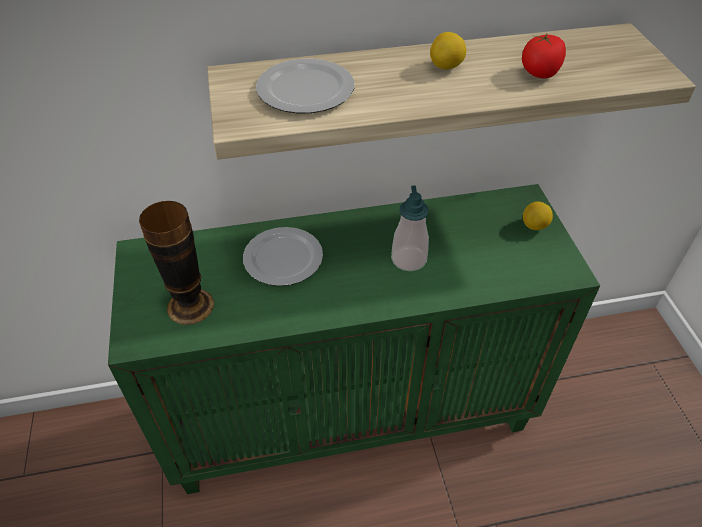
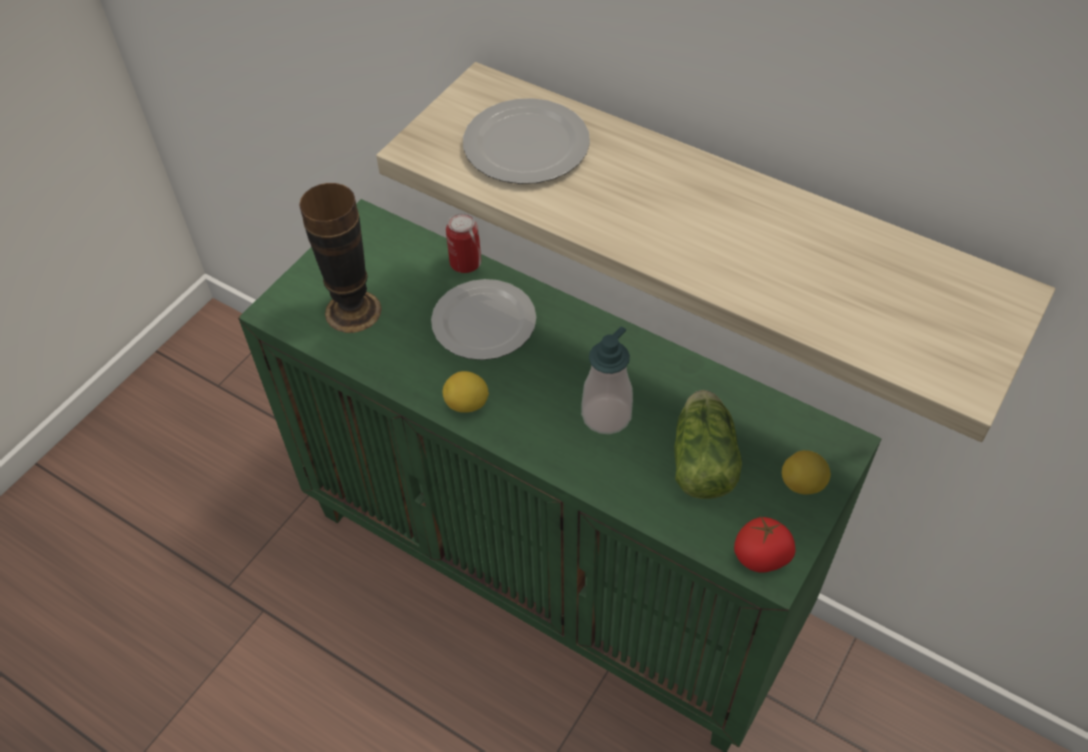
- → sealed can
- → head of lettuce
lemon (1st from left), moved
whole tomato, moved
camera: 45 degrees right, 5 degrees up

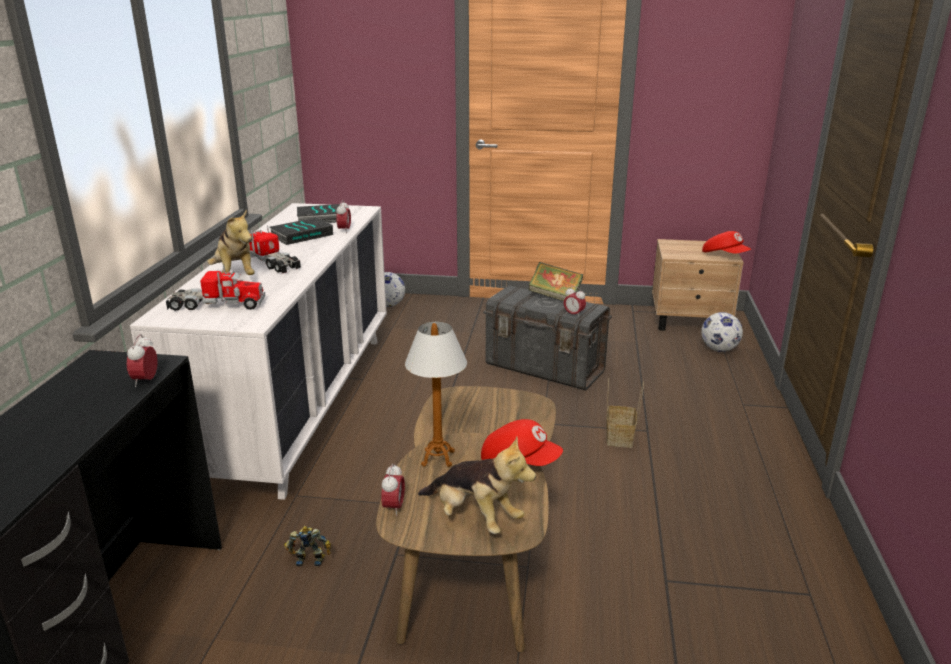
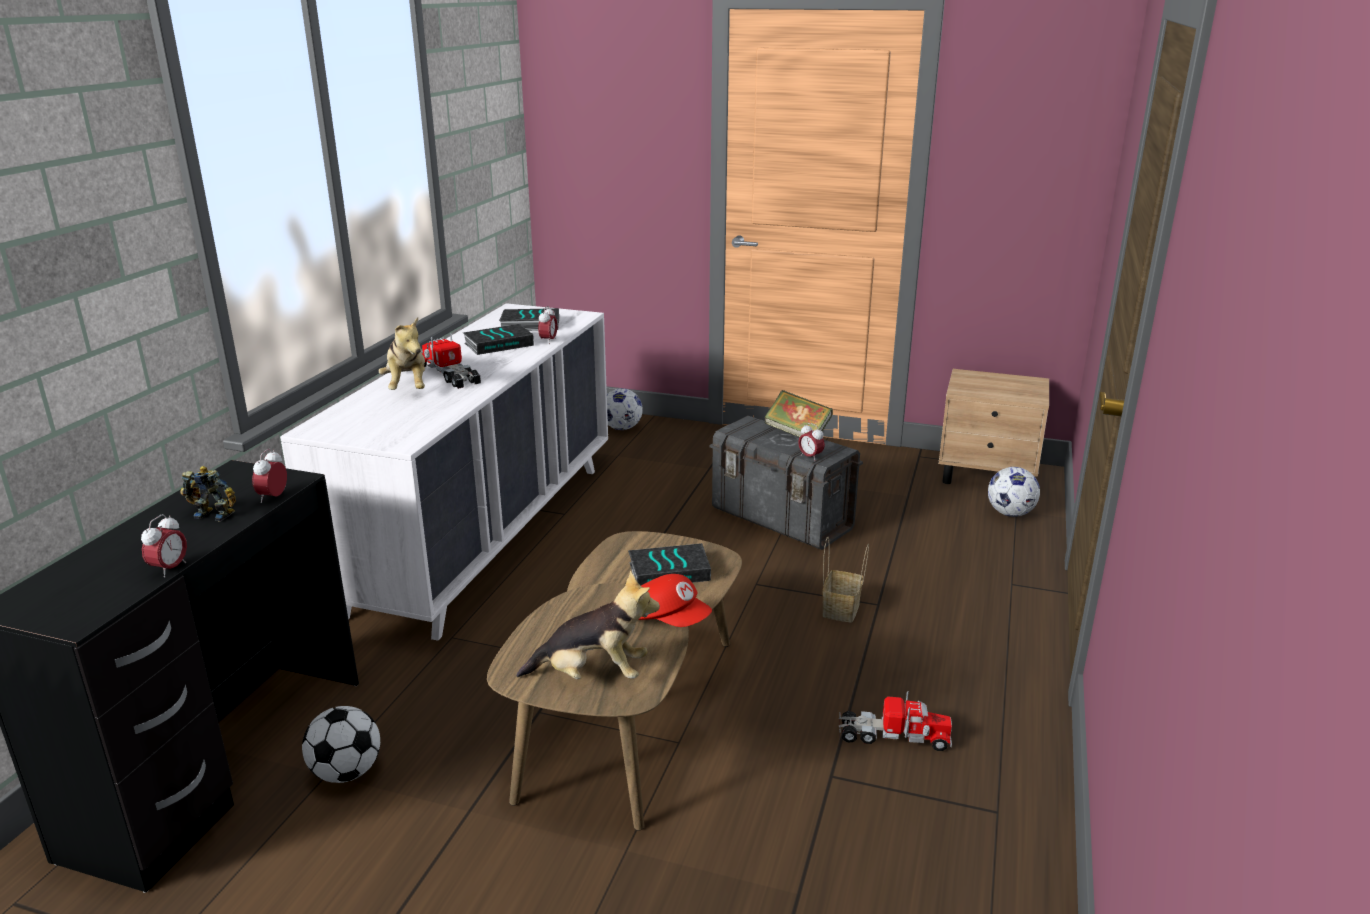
tabletop lamp → -
red-coloured cap (2nd from left) → -
- → football (1st from left)
- → book (3rd from left)
toy truck (1st from left in the first image) → toy truck (2nd from left), moved
toy robot, moved
bedside clock (3rd from left in the first image) → bedside clock (1st from left), moved
plush toy (2nd from left), 45 degrees counterclockwise
camera: 10 degrees right, 0 degrees up

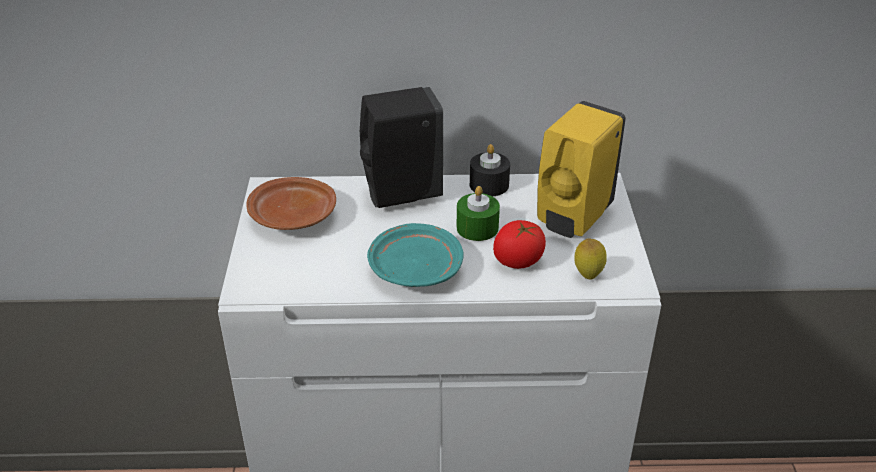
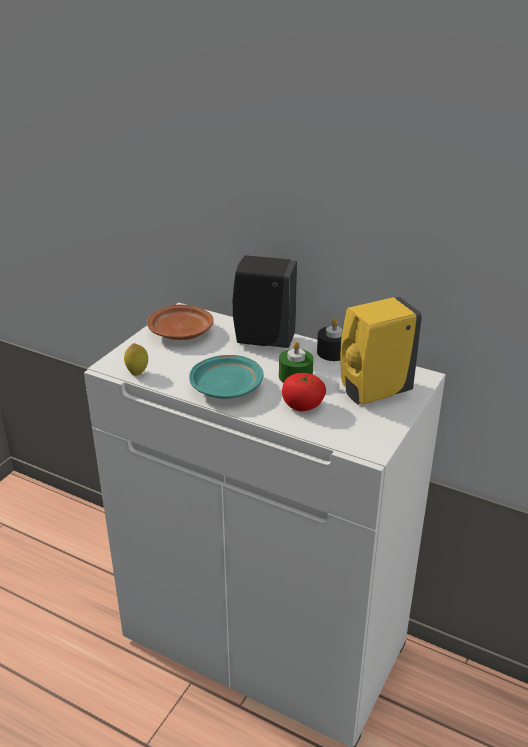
lemon, moved
camera: 30 degrees right, 5 degrees down

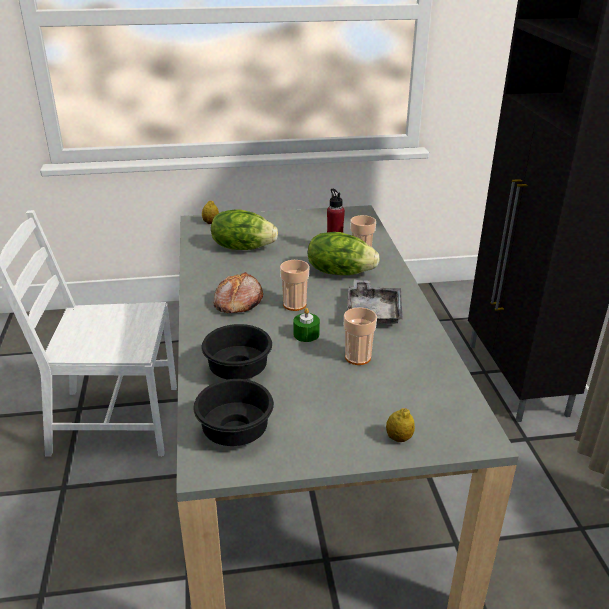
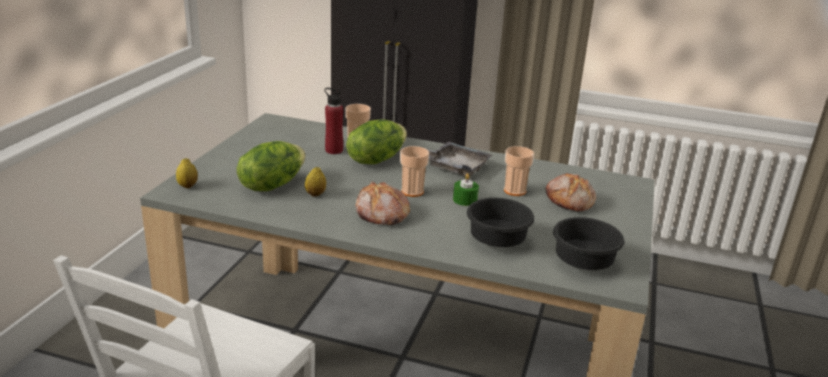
- → bakery bread (2nd from left)
lemon (2nd from left), moved
camera: 65 degrees left, 5 degrees down

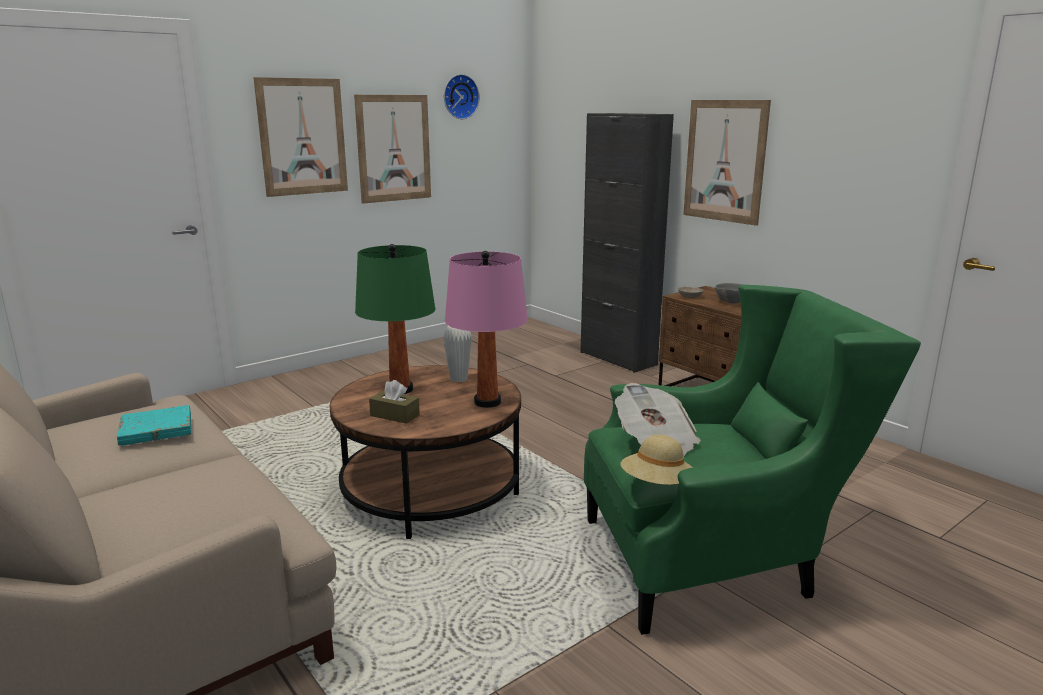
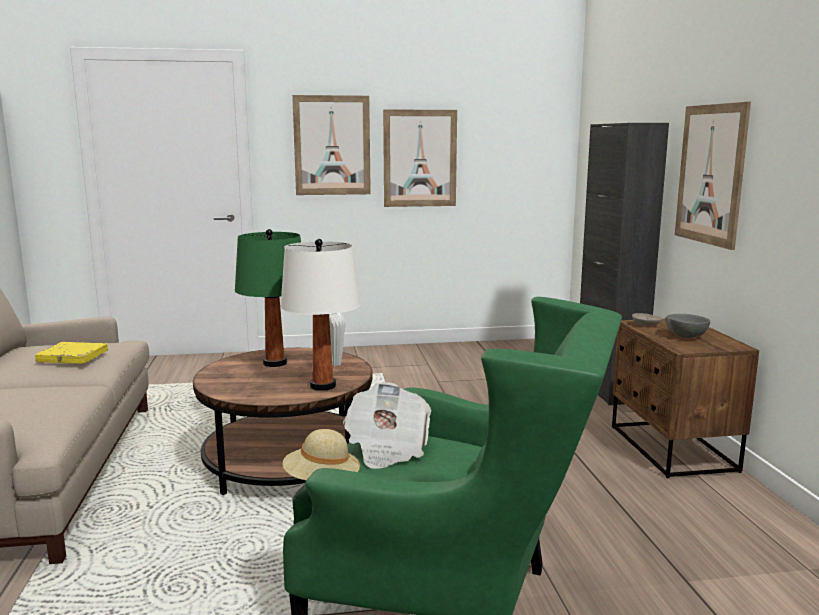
brown-coloured tissue box → -
hanging clock → -
turquoise-coloured book → yellow book
pinkish tabletop lamp → white tabletop lamp
camera: 30 degrees right, 5 degrees down

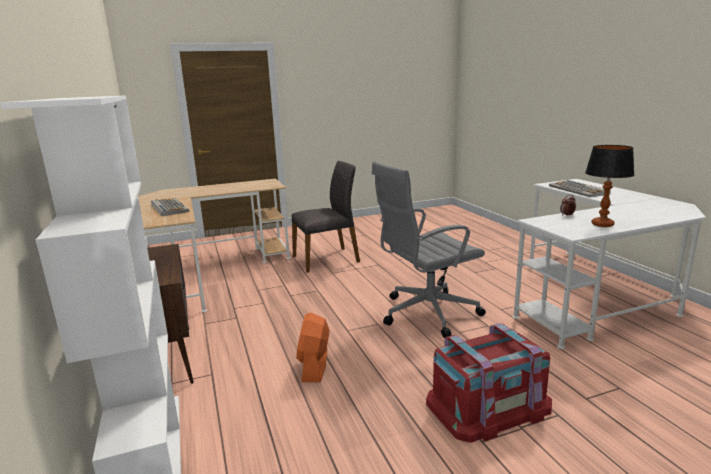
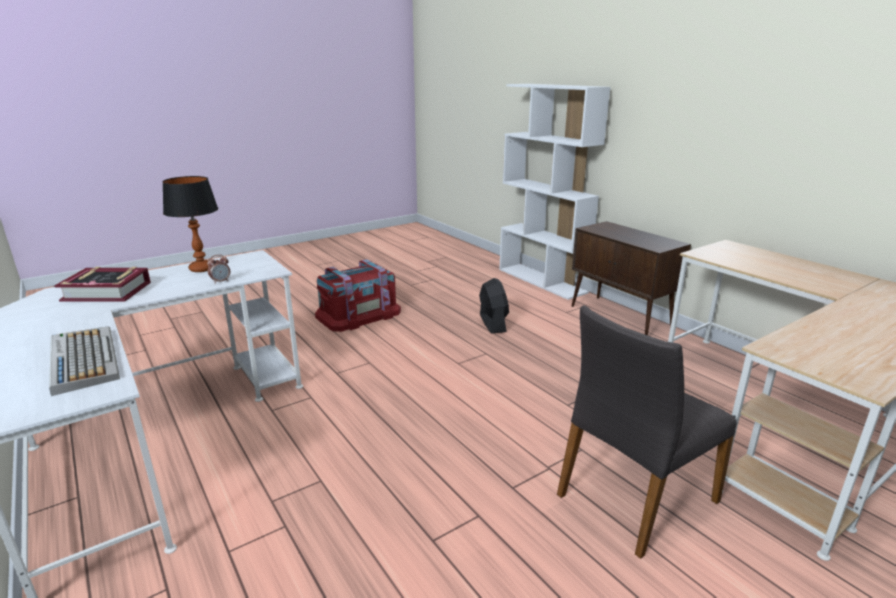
computer keyboard (1st from left) → -
gray computer chair → -
- → book
orange fan → black fan
camera: 165 degrees right, 5 degrees up

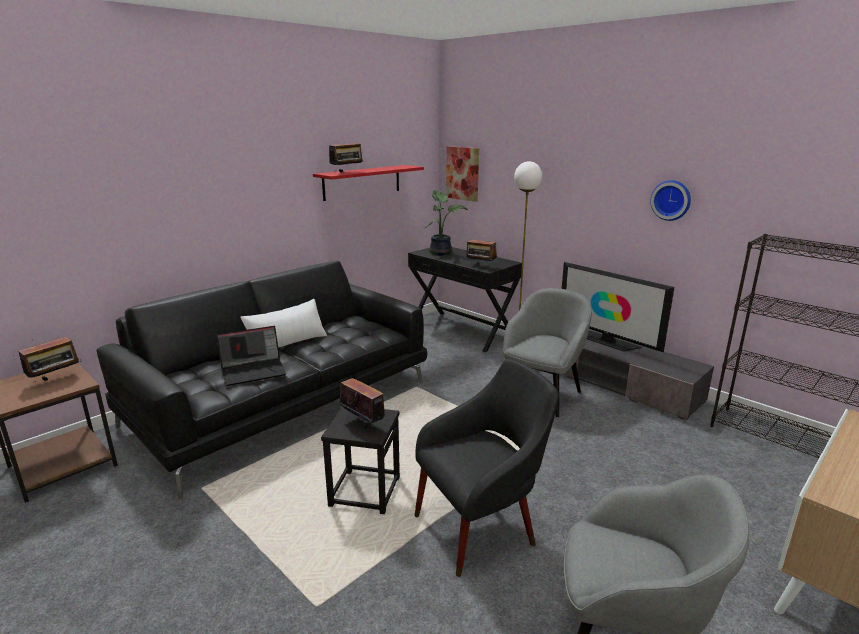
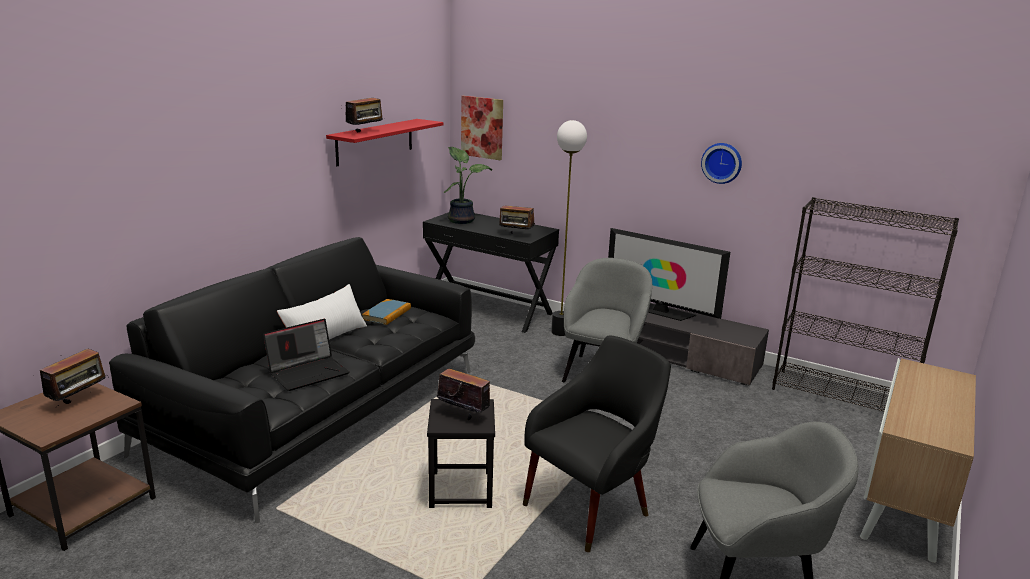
- → book
camera: 15 degrees left, 0 degrees up

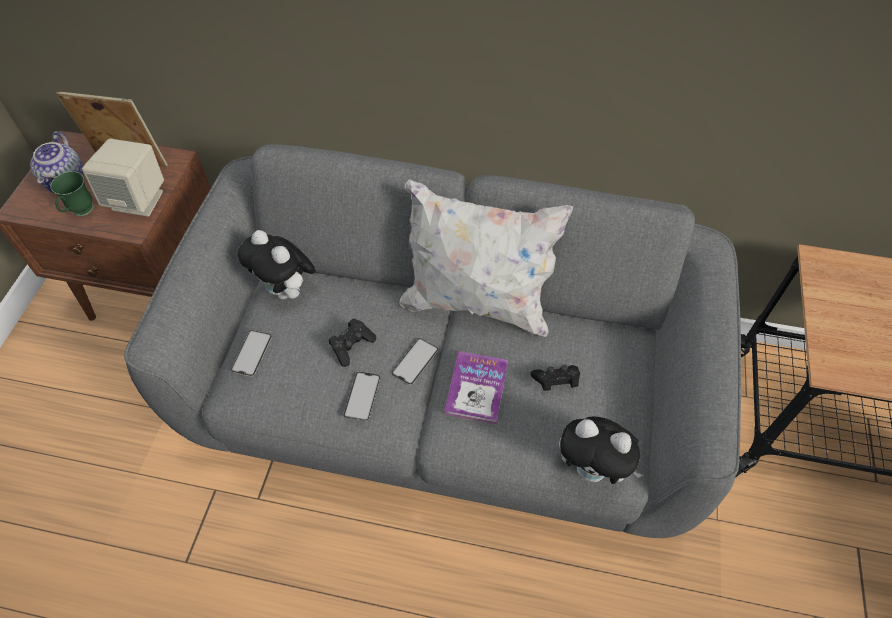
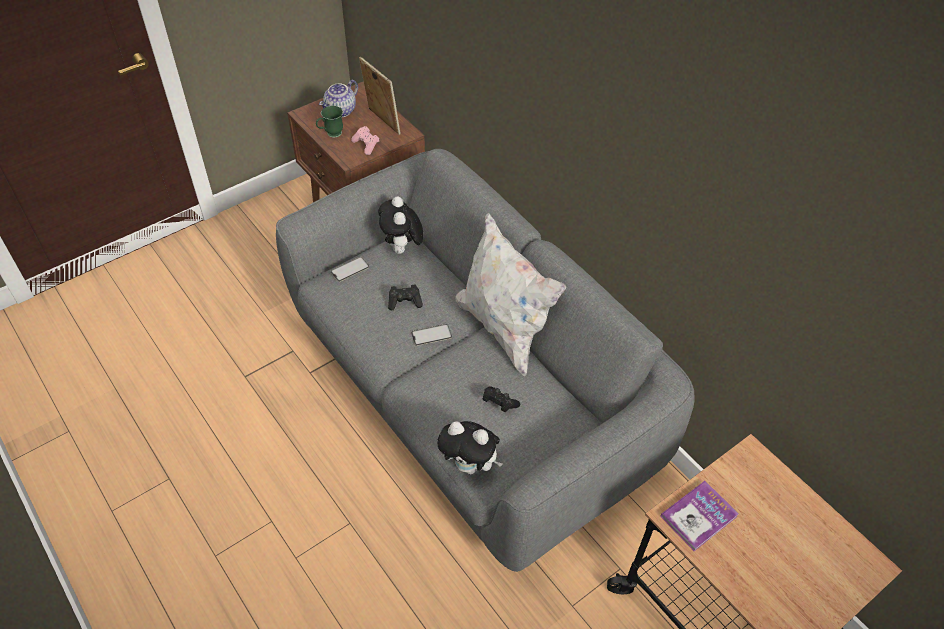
phone (2nd from left) → -
book, moved
beige loudspeaker → pinkish joypad
plush toy (2nd from left), 45 degrees counterclockwise
camera: 40 degrees right, 5 degrees down

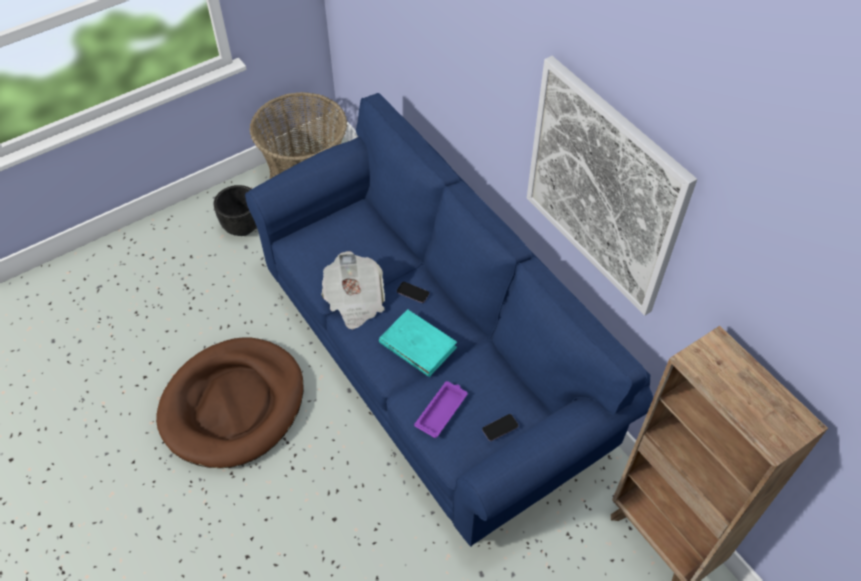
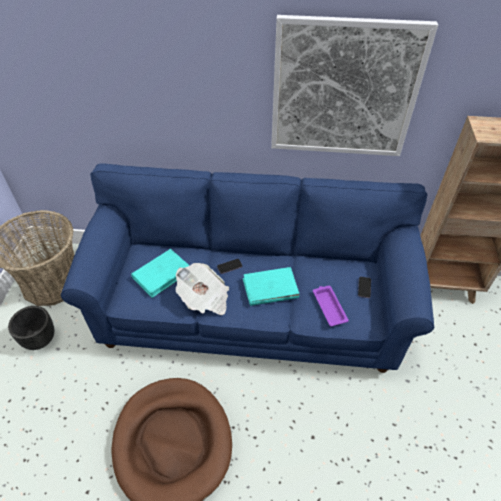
- → turquoise-coloured book (1st from left)
camera: 50 degrees left, 5 degrees down

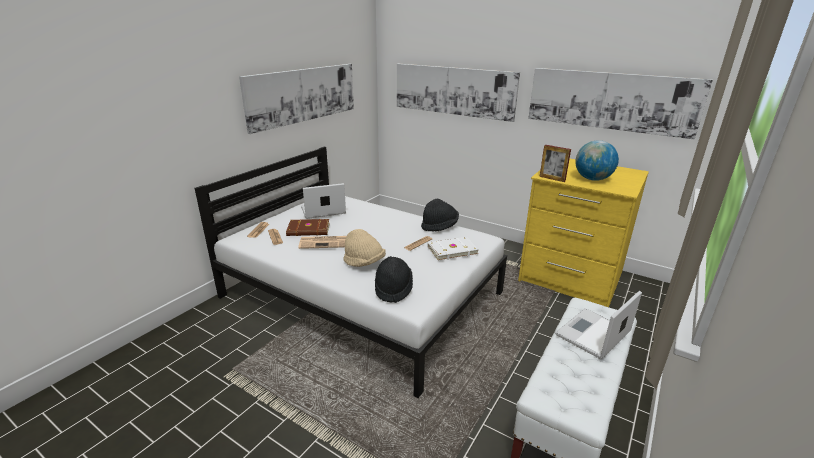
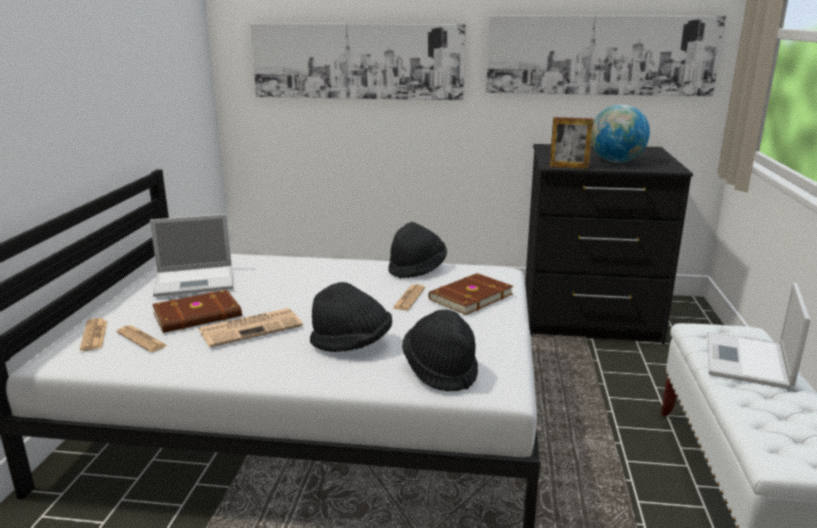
wall picture (1st from left) → -
beige hat → black hat (1st from left)
white book → brown-coloured book (2nd from left)
yellow chest of drawers → black chest of drawers
notebook computer (1st from left), 150 degrees counterclockwise
camera: 25 degrees left, 5 degrees down

